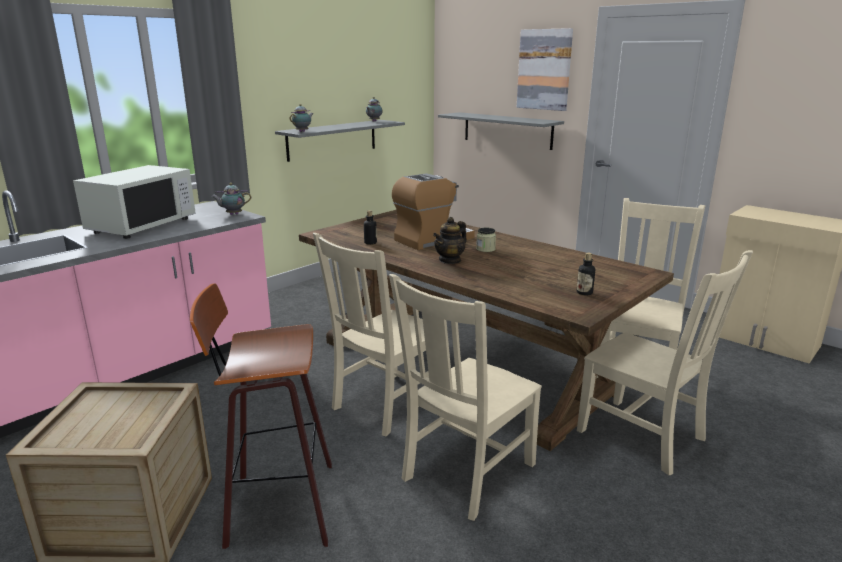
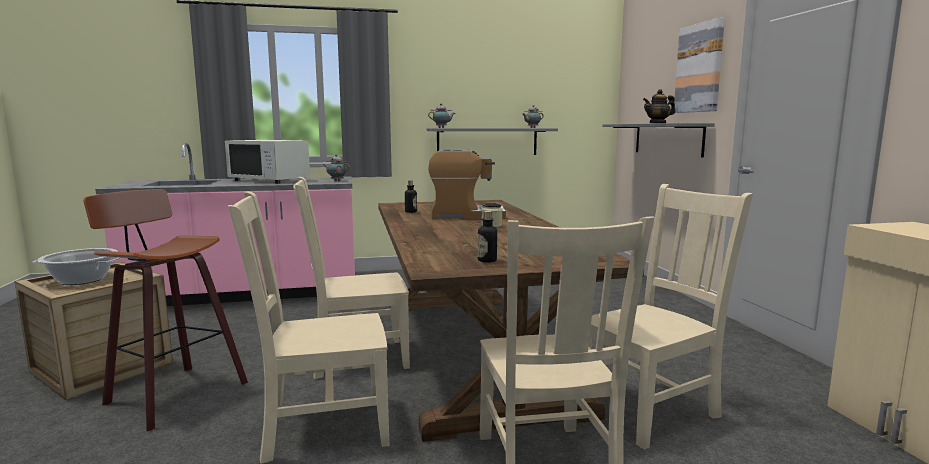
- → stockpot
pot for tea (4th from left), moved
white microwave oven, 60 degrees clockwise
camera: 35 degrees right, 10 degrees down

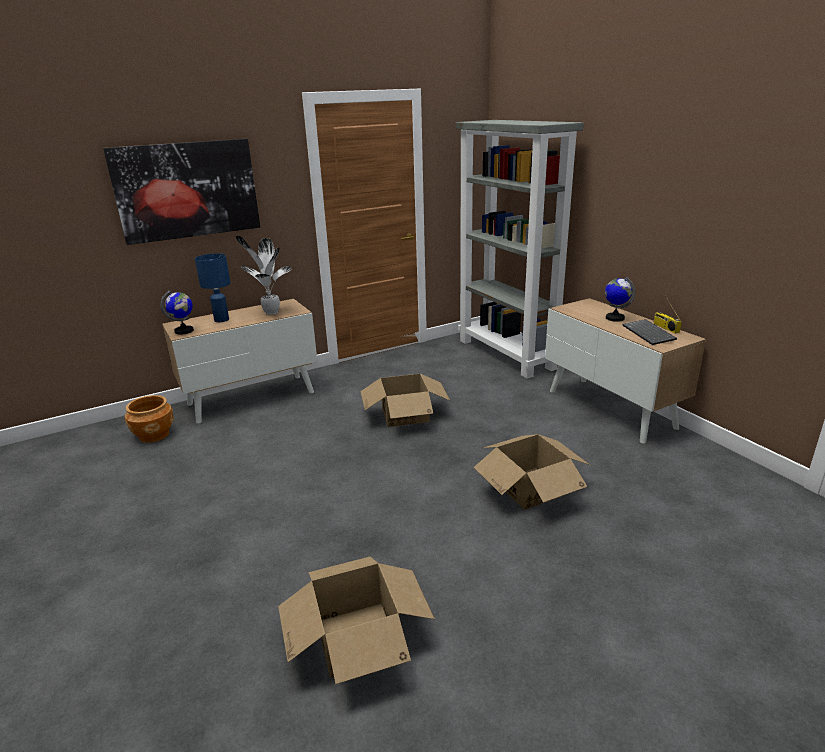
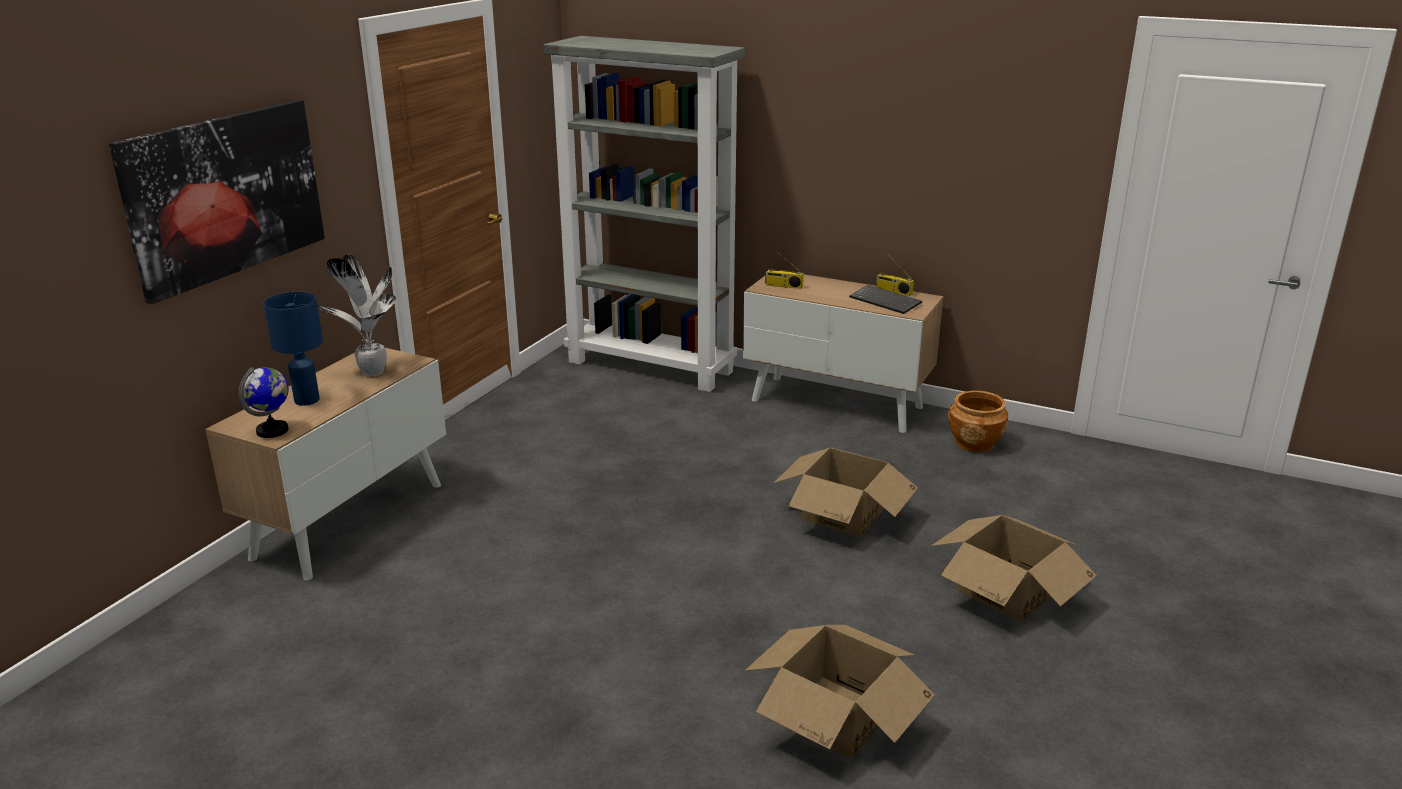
world globe (2nd from left) → -
- → radio set (1st from left)
brown-coloured planter, moved
cardboard box (2nd from left in the first image) → cardboard box (3rd from left), moved
camera: 35 degrees left, 0 degrees up

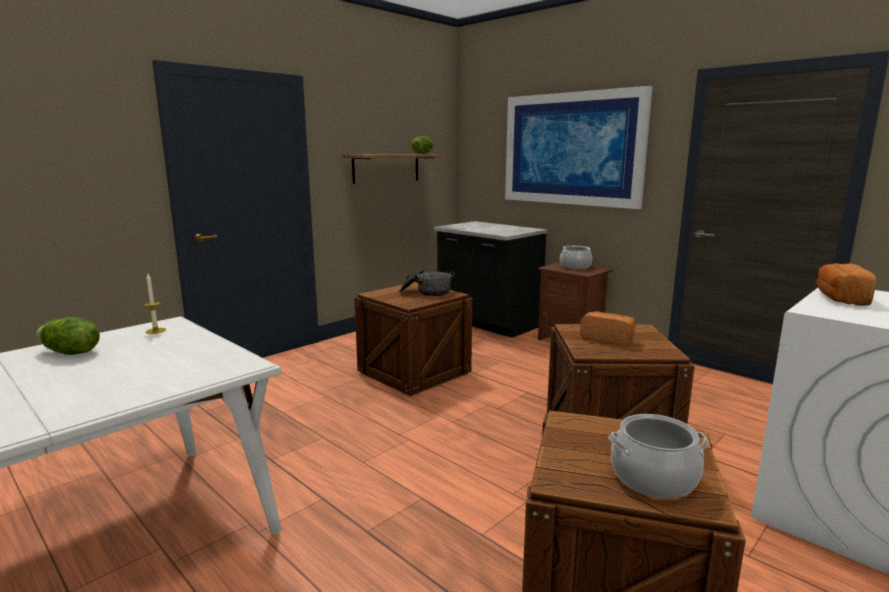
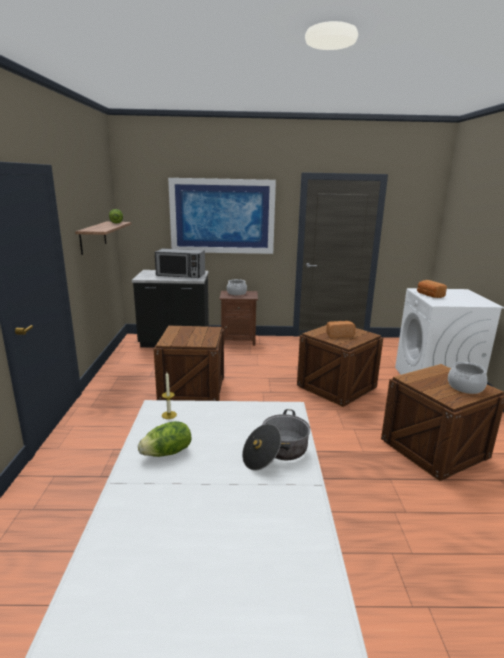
- → microwave oven
stockpot (1st from left in the first image) → stockpot (2nd from left), moved
camera: 45 degrees left, 5 degrees up

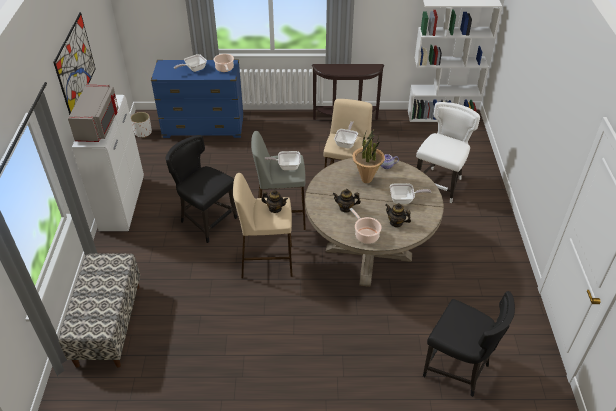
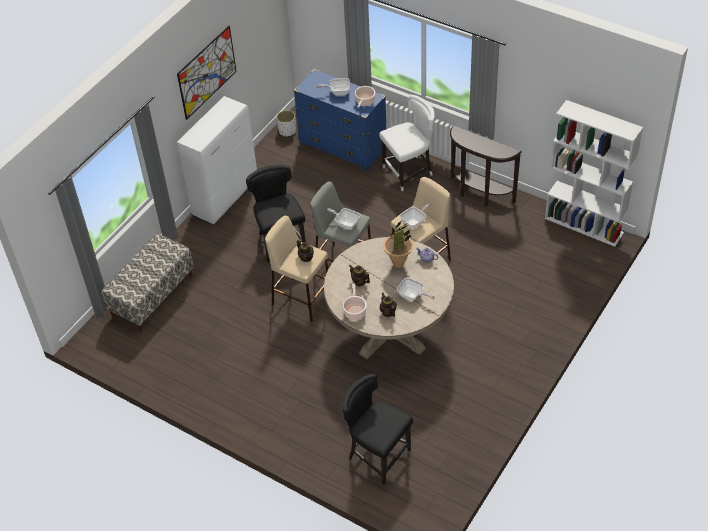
gray microwave oven → -
white plain chair, moved
black plain chair (2nd from left), 150 degrees clockwise
camera: 35 degrees right, 5 degrees up

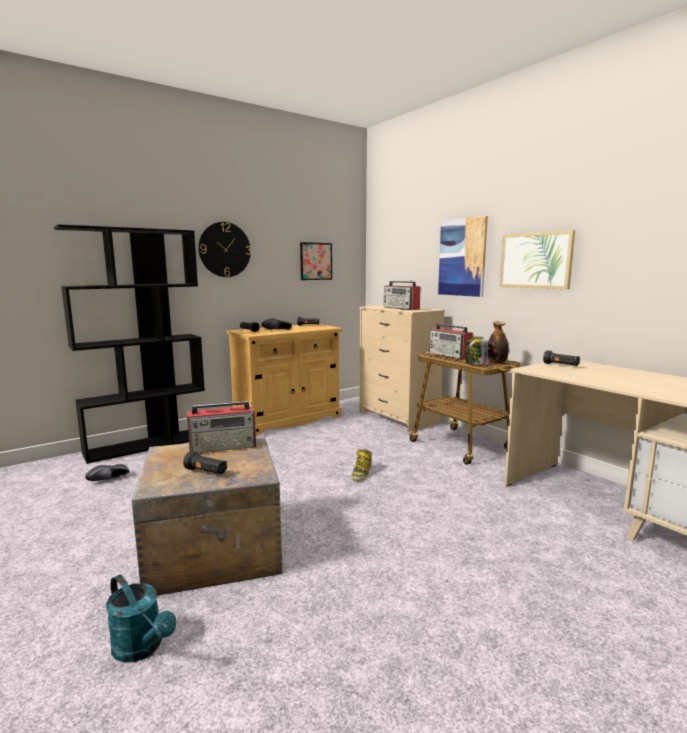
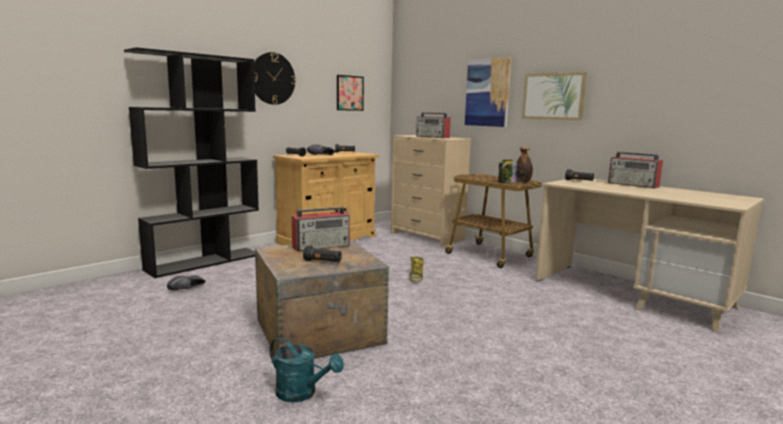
radio set (3rd from left), moved
camera: 10 degrees left, 0 degrees up

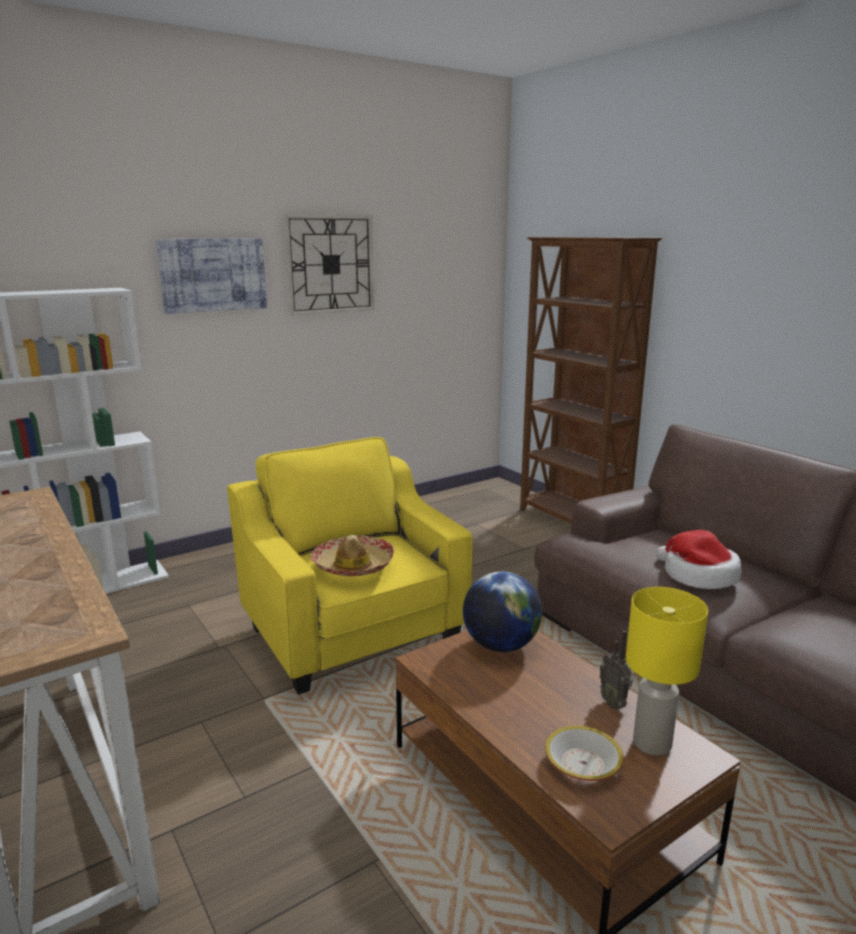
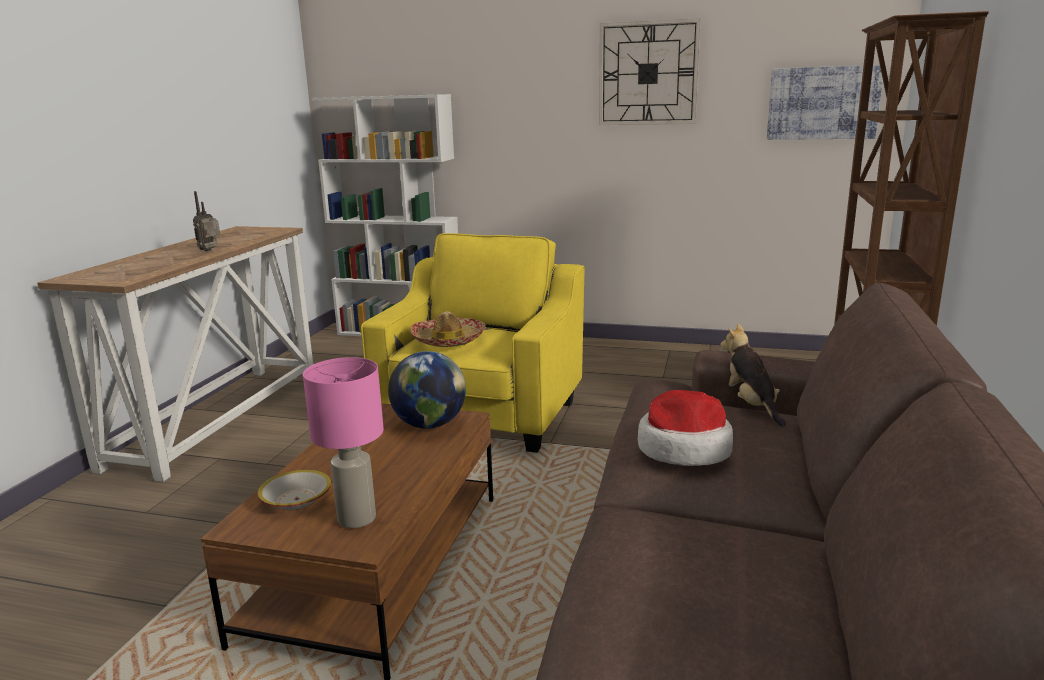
- → plush toy
wall picture, moved
radio set, moved
yellow tabletop lamp → pinkish tabletop lamp
camera: 50 degrees right, 0 degrees up

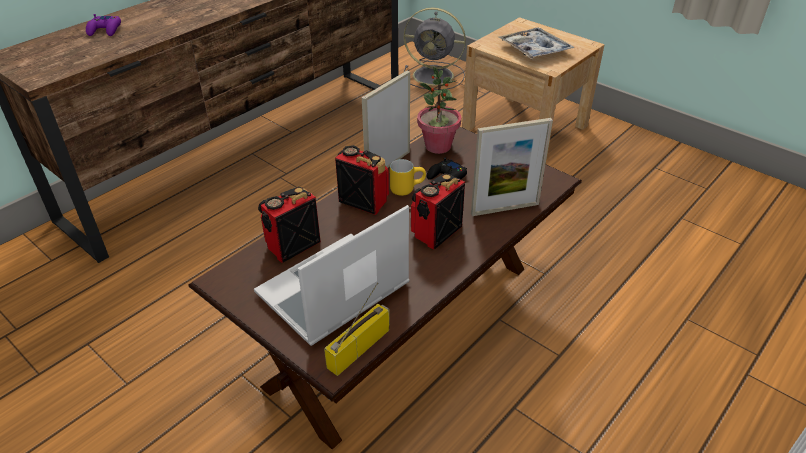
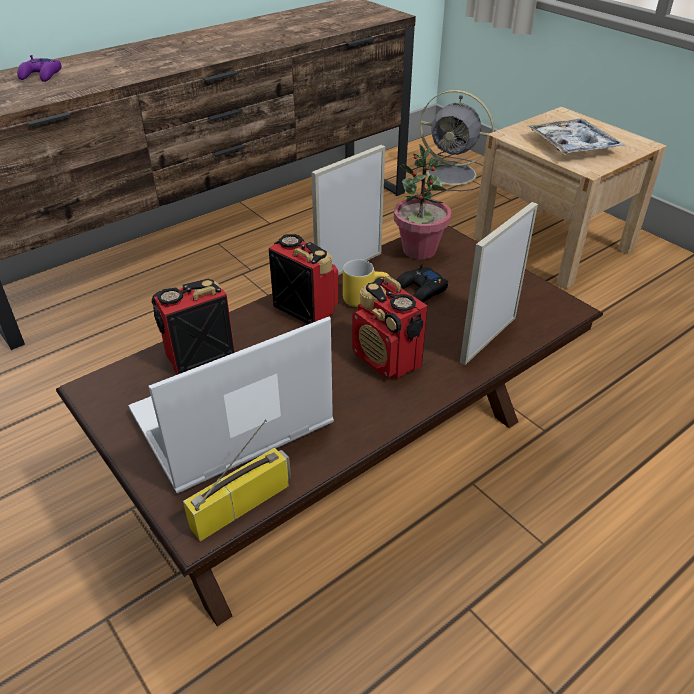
radio set (4th from left), 90 degrees counterclockwise
standing frame (2nd from left), 135 degrees clockwise
camera: 10 degrees right, 0 degrees up

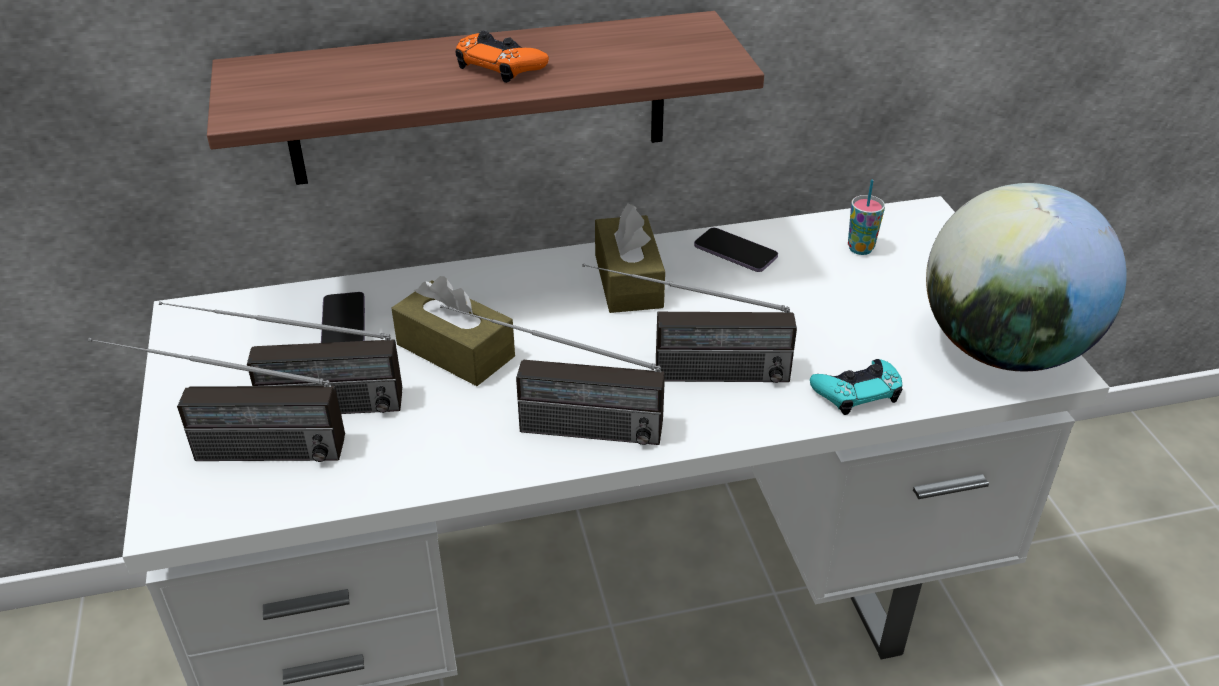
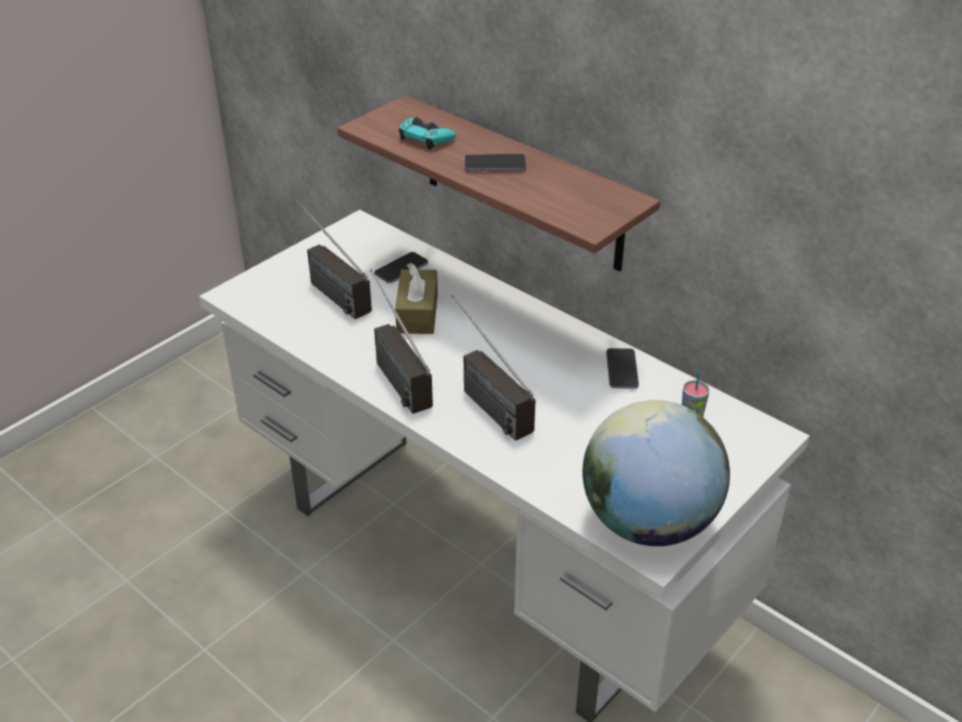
radio set (1st from left) → -
brown-coloured tissue box (2nd from left) → -
turquoise-coloured joypad, moved
orange joypad → phone (2nd from left)
camera: 55 degrees right, 0 degrees up

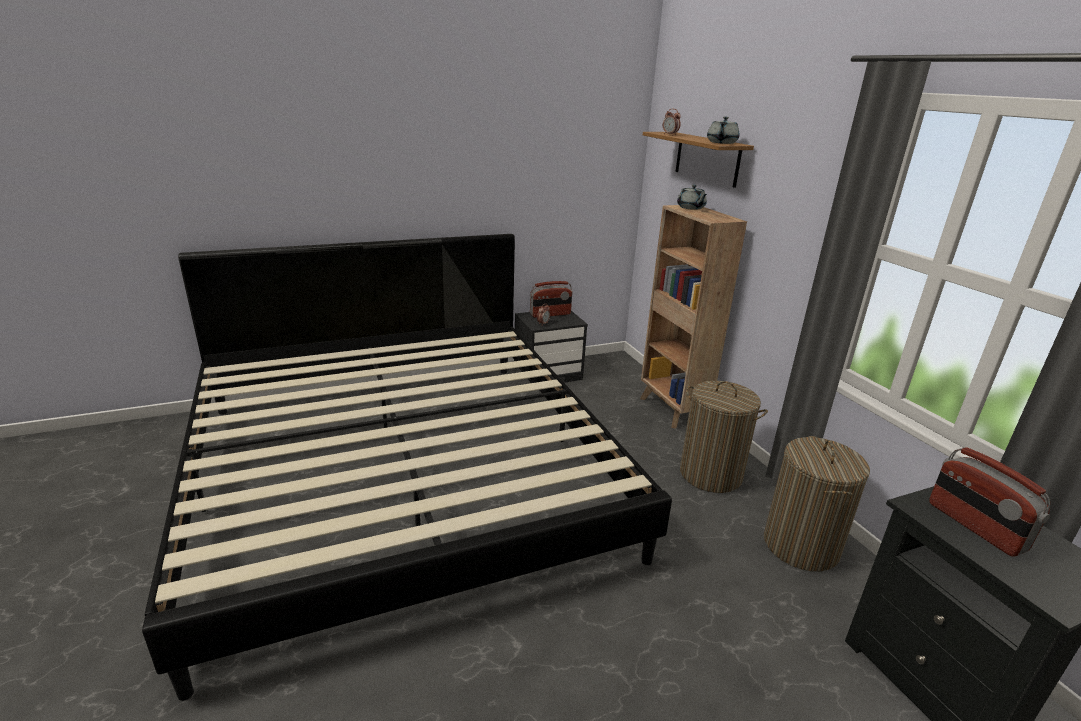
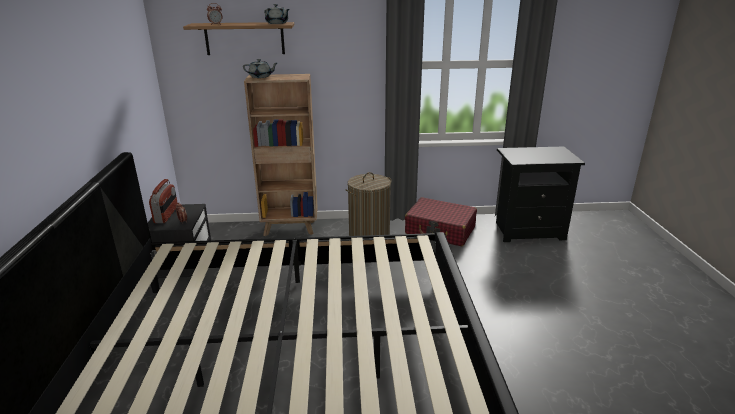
radio set (2nd from left) → -
hamper (2nd from left) → red-coloured suitcase
camera: 70 degrees left, 0 degrees up

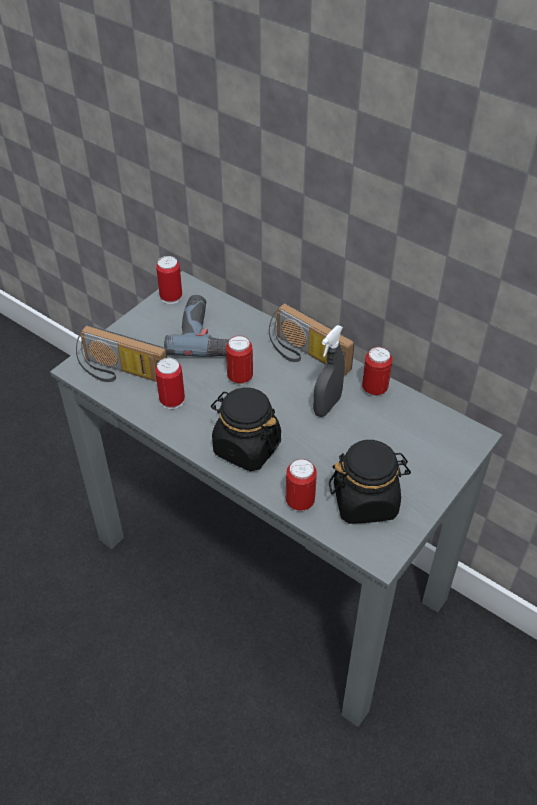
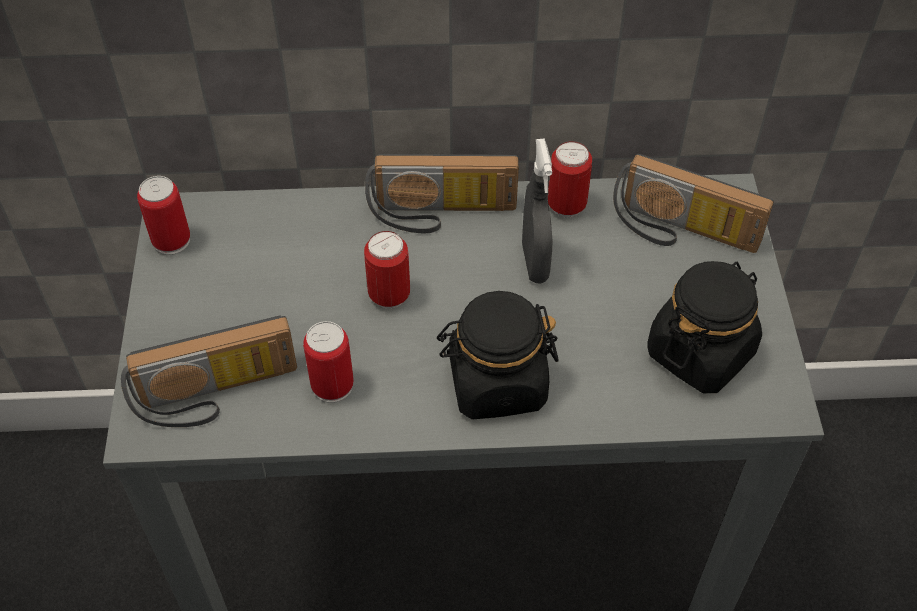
drill → -
sealed can (4th from left) → -
- → radio set (3rd from left)
camera: 40 degrees left, 5 degrees up

